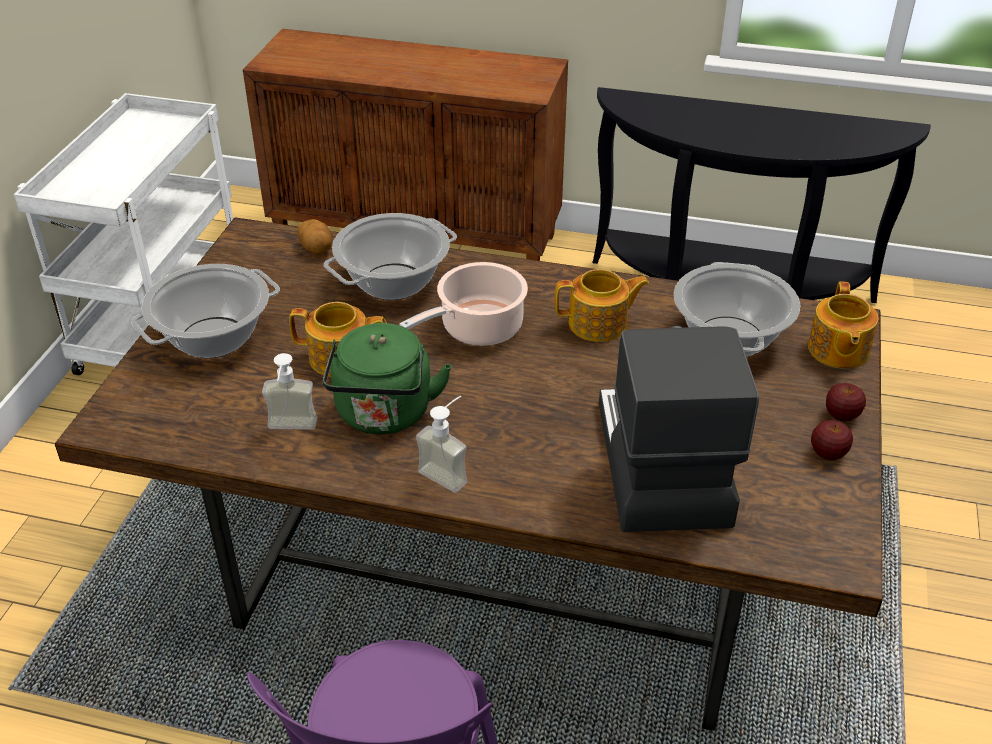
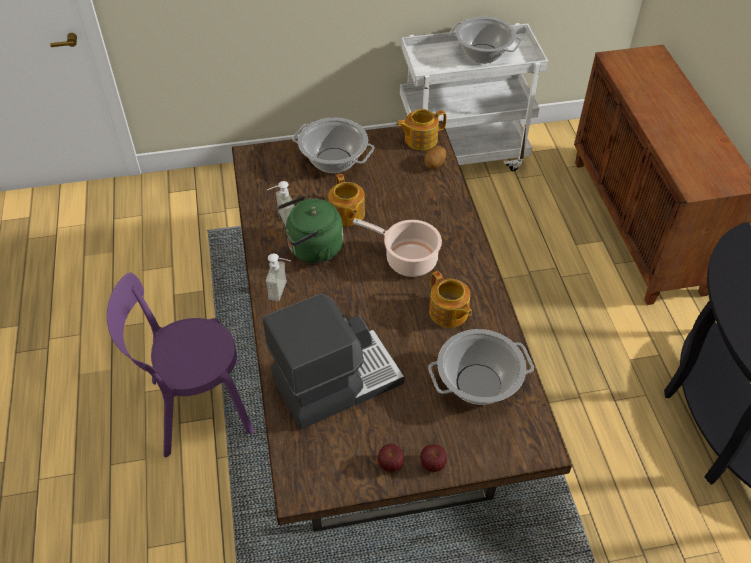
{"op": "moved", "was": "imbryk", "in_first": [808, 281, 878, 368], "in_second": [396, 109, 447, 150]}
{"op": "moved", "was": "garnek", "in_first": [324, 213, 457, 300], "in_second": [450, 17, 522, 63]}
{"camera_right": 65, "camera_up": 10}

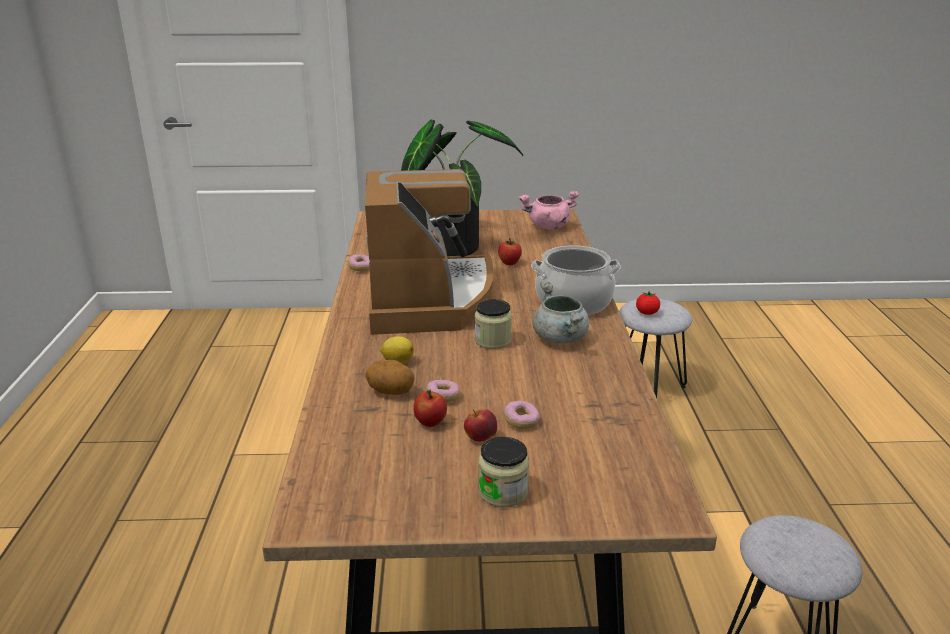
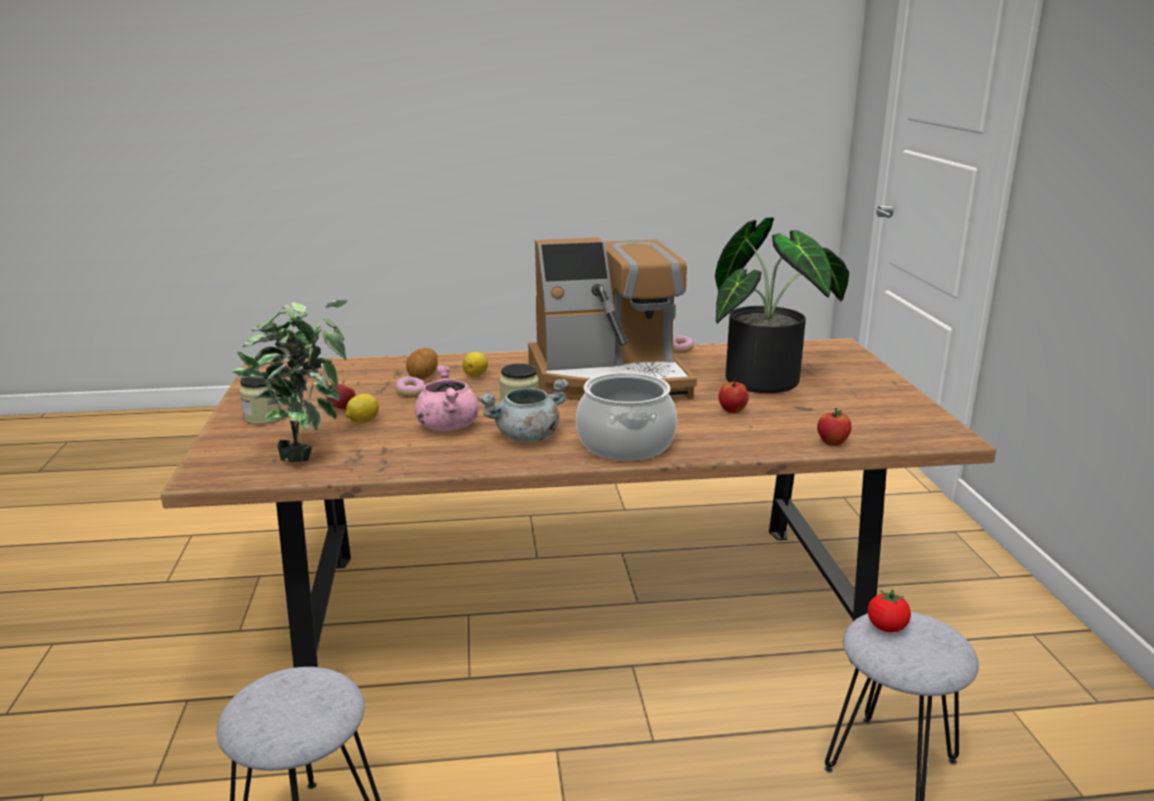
{"op": "added", "now": "roślina doniczkowa", "in_second": [230, 300, 348, 462]}
{"op": "replaced", "was": "donut", "now": "cytryna", "in_first": [504, 401, 540, 429], "in_second": [345, 394, 379, 423]}
{"op": "moved", "was": "garnek/różowy", "in_first": [519, 191, 579, 229], "in_second": [415, 365, 479, 431]}
{"op": "moved", "was": "jabłko", "in_first": [414, 390, 447, 427], "in_second": [817, 408, 851, 446]}
{"camera_right": 85, "camera_up": -5}

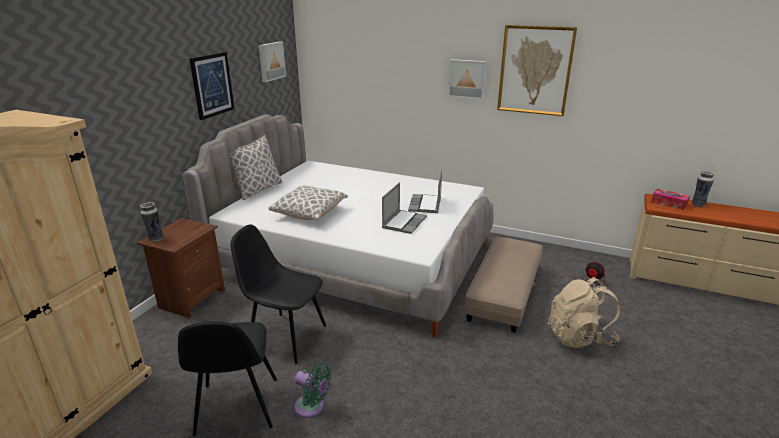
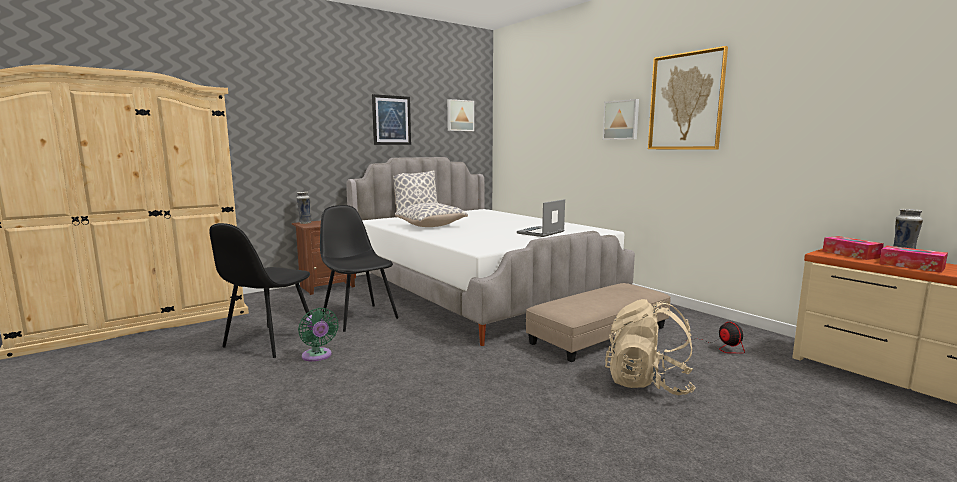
{"op": "added", "now": "pudełko chusteczek", "in_second": [879, 246, 948, 273]}
{"op": "removed", "was": "laptop", "in_first": [382, 182, 427, 234]}
{"camera_right": 30, "camera_up": -15}

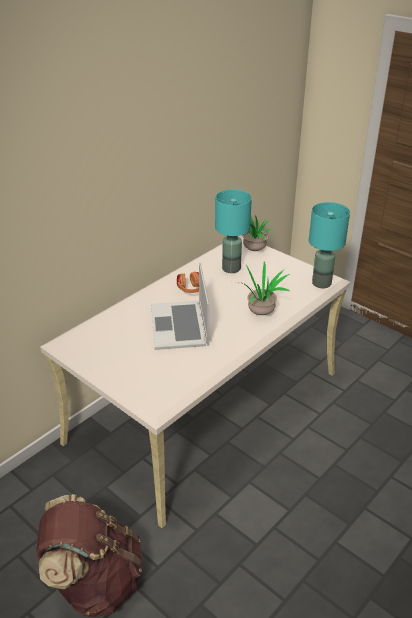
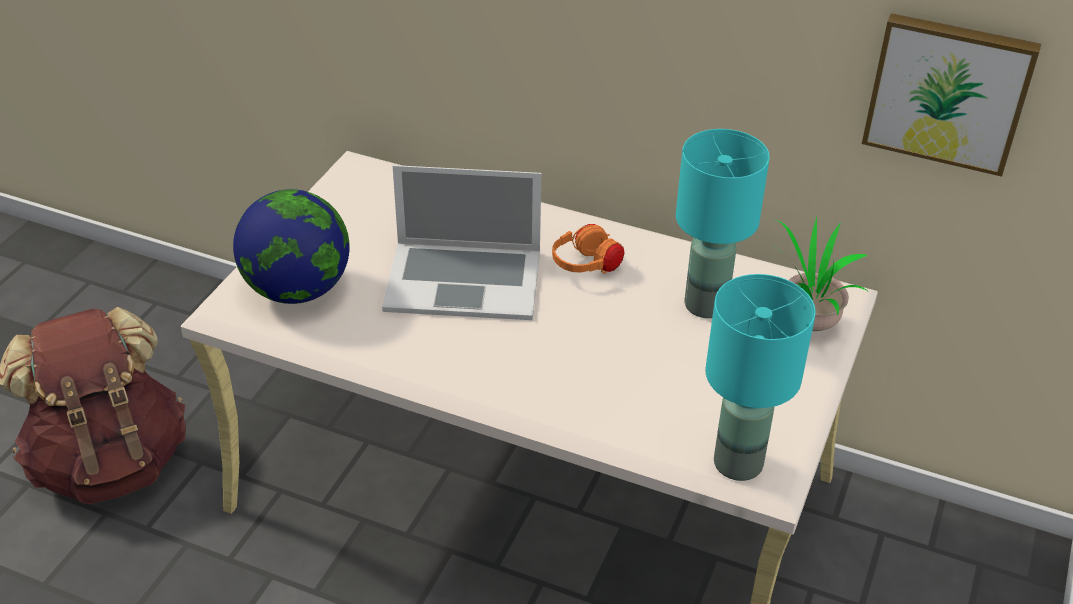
{"op": "added", "now": "globus", "in_second": [233, 189, 350, 304]}
{"op": "turned", "was": "laptop", "in_first": [151, 263, 209, 350], "in_second": [382, 165, 541, 320], "clockwise": -150}
{"op": "added", "now": "obraz", "in_second": [862, 13, 1041, 177]}
{"op": "removed", "was": "roślina doniczkowa", "in_first": [236, 261, 290, 315]}
{"camera_right": 70, "camera_up": 5}

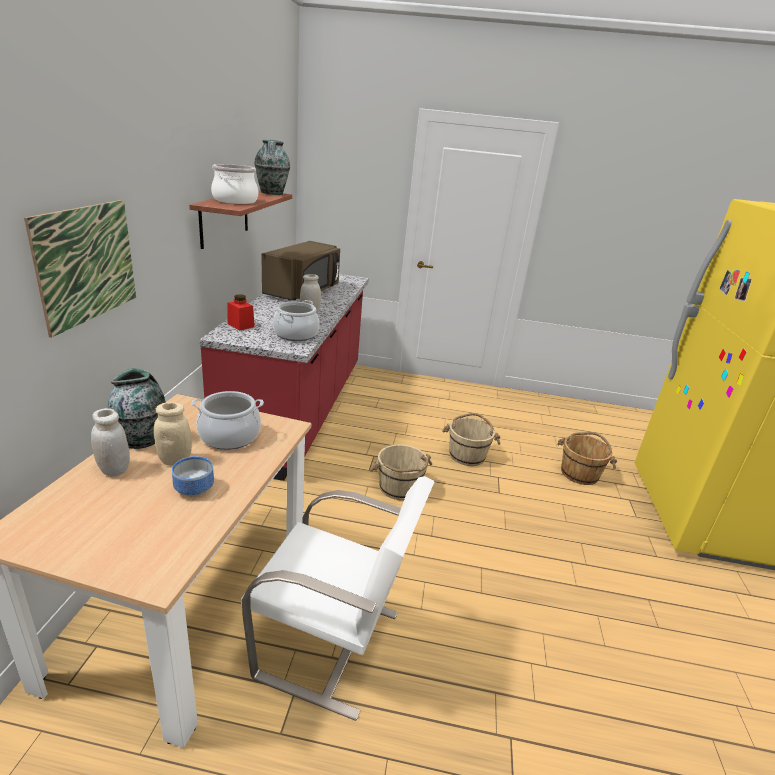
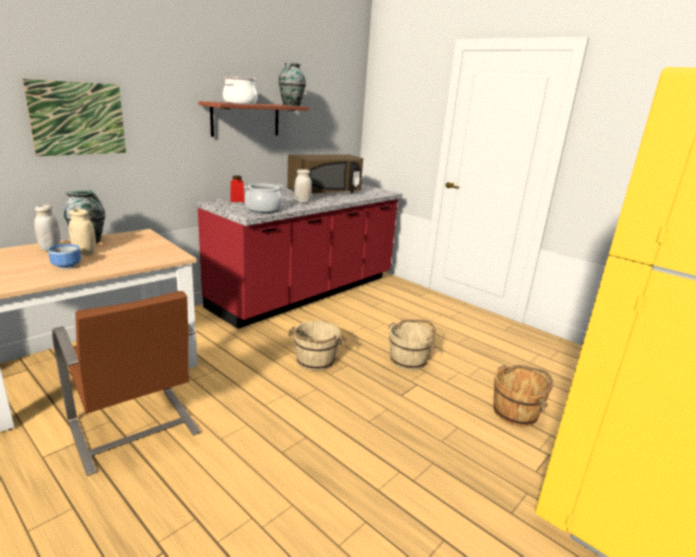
{"op": "recoloured", "was": "krzesło/biały", "now": "krzesło/brązowy", "in_first": [241, 476, 435, 721], "in_second": [52, 291, 201, 476]}
{"op": "removed", "was": "garnek", "in_first": [192, 391, 264, 450]}
{"camera_right": 35, "camera_up": -5}

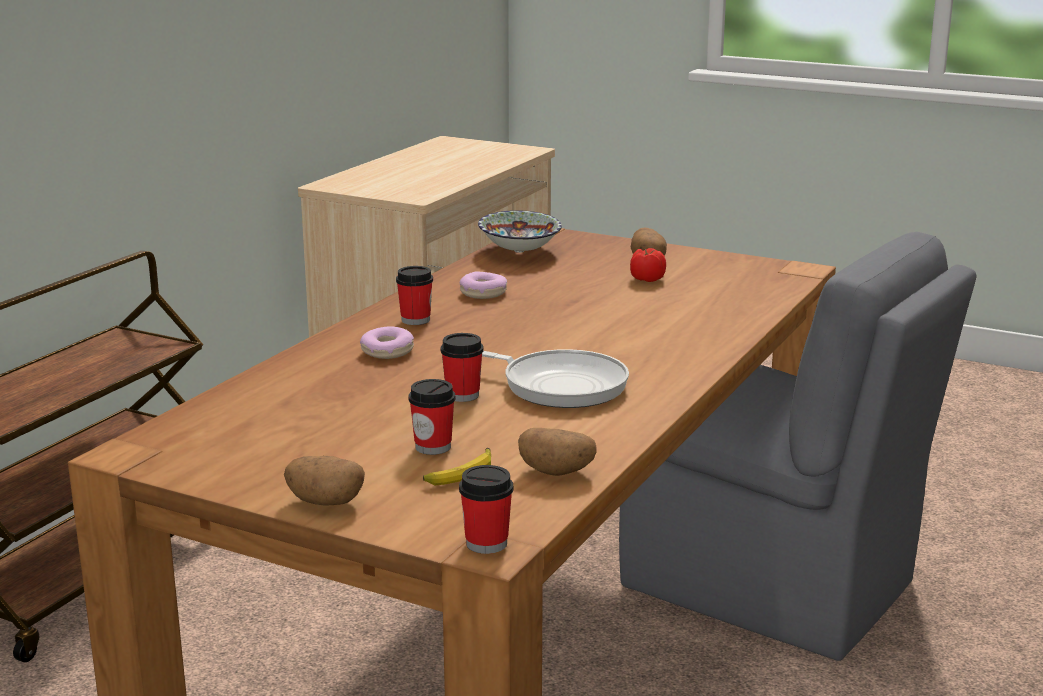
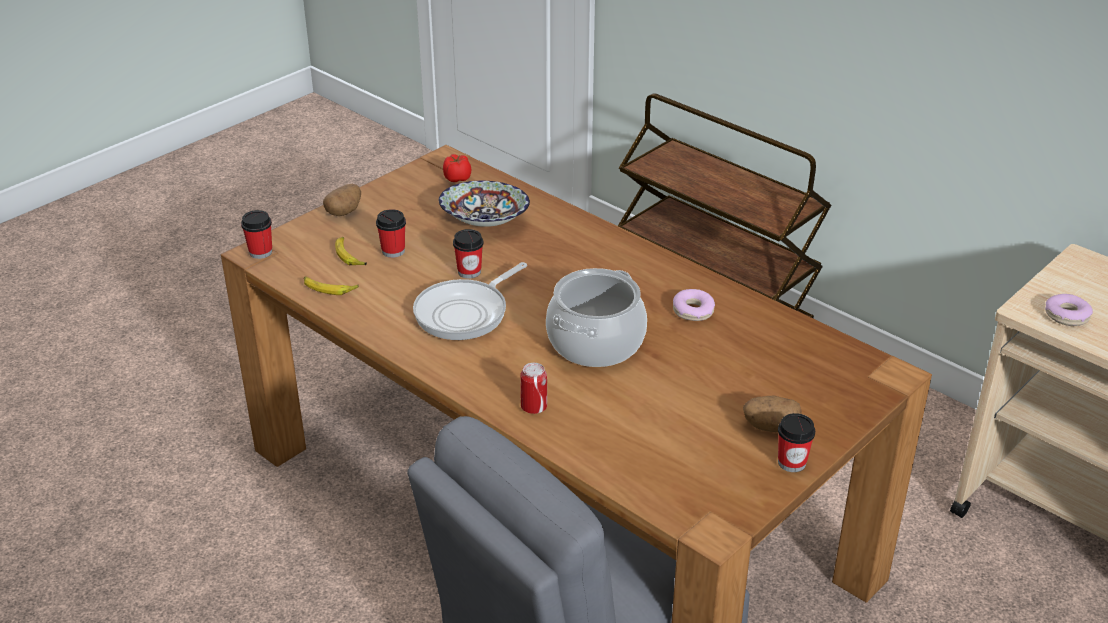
{"op": "replaced", "was": "ziemniak", "now": "banan", "in_first": [518, 428, 597, 476], "in_second": [304, 276, 359, 295]}
{"op": "moved", "was": "miska", "in_first": [478, 210, 562, 253], "in_second": [439, 181, 530, 227]}
{"op": "moved", "was": "pomidor", "in_first": [630, 248, 666, 282], "in_second": [443, 154, 471, 182]}
{"op": "added", "now": "puszka", "in_second": [520, 363, 547, 414]}
{"op": "added", "now": "garnek", "in_second": [546, 268, 647, 367]}
{"op": "moved", "was": "filiżanka", "in_first": [396, 266, 433, 325], "in_second": [778, 413, 815, 472]}
{"op": "moved", "was": "donut", "in_first": [360, 326, 414, 359], "in_second": [1045, 294, 1093, 326]}
{"camera_right": 105, "camera_up": 15}

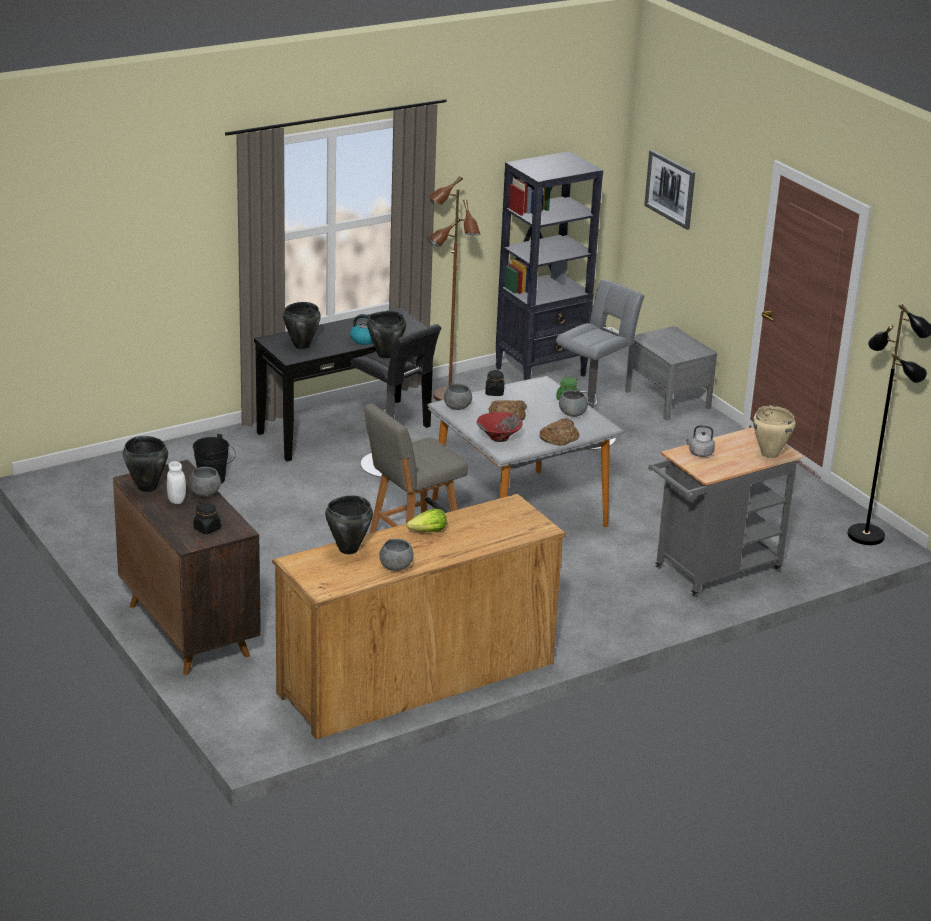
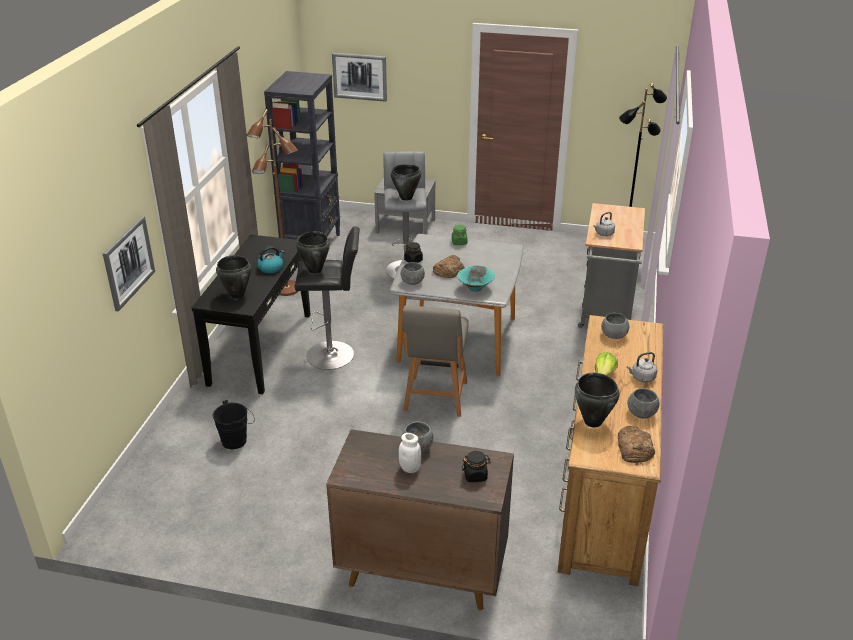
{"op": "added", "now": "obraz", "in_second": [103, 216, 155, 312]}
{"op": "moved", "was": "garnek/czarny", "in_first": [123, 436, 168, 492], "in_second": [391, 164, 421, 201]}
{"op": "recoloured", "was": "miska/czerwony", "now": "miska/turkusowy", "in_first": [477, 412, 523, 442], "in_second": [457, 266, 495, 292]}
{"op": "moved", "was": "miska/szary", "in_first": [559, 390, 588, 417], "in_second": [601, 313, 629, 339]}
{"op": "moved", "was": "chleb", "in_first": [540, 418, 579, 446], "in_second": [618, 426, 655, 463]}
{"op": "added", "now": "czajnik/szary", "in_second": [627, 352, 657, 382]}
{"op": "removed", "was": "garnek/beżowy", "in_first": [753, 405, 796, 458]}
{"camera_right": -45, "camera_up": 5}

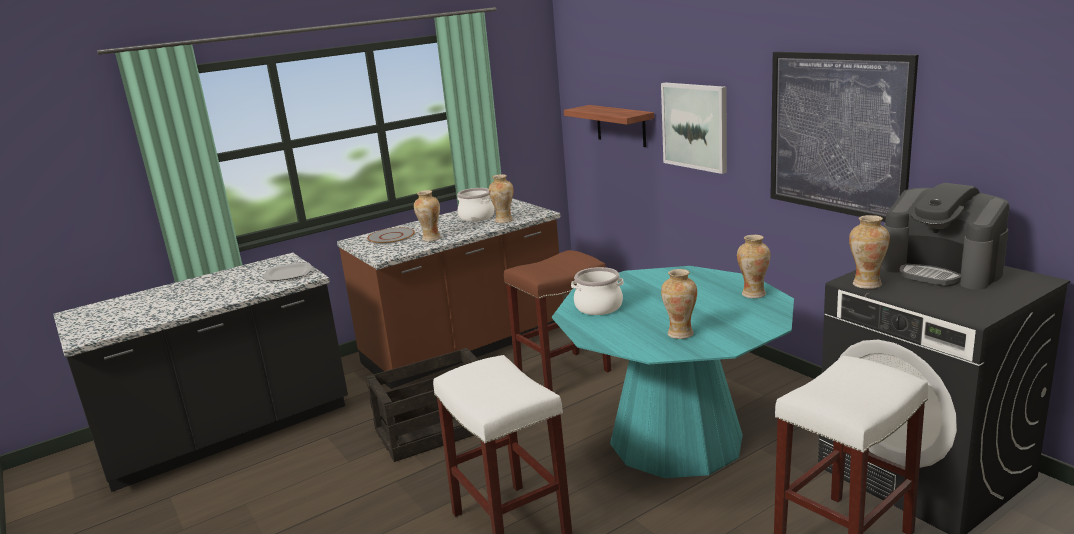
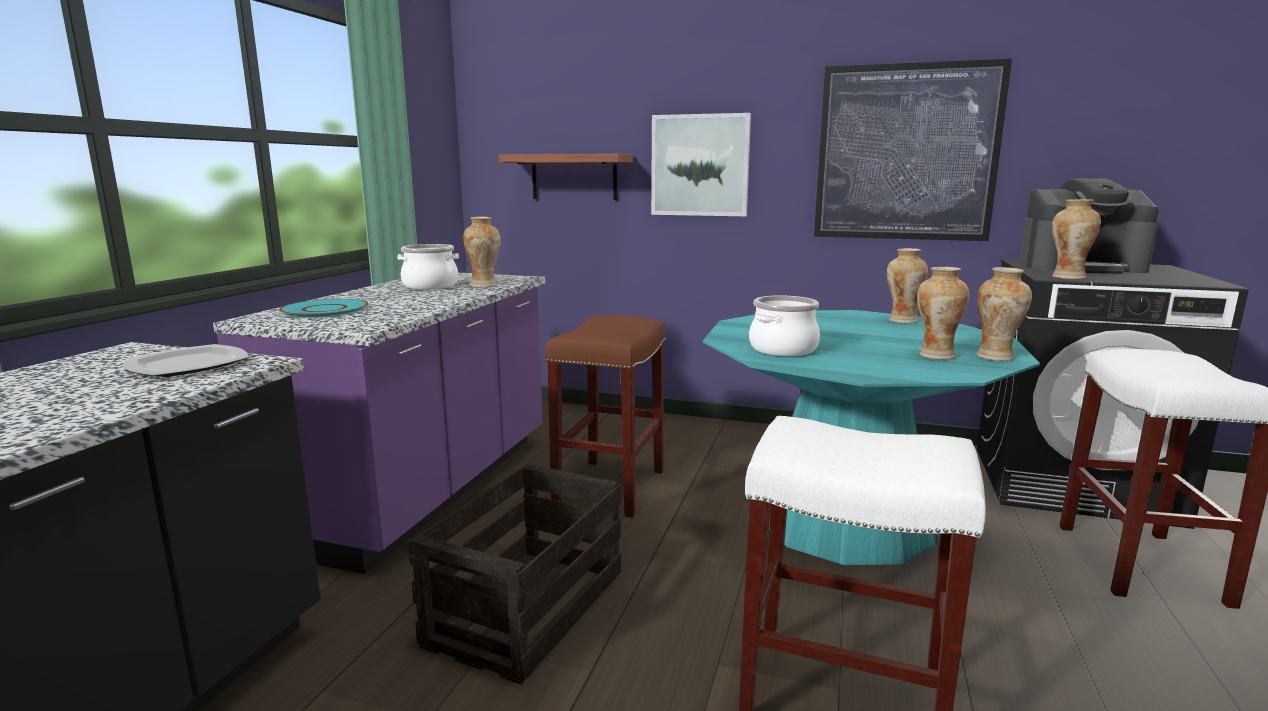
{"op": "recoloured", "was": "zabudowa kuchenna/brązowy", "now": "zabudowa kuchenna/fioletowy", "in_first": [337, 198, 563, 389], "in_second": [213, 273, 546, 574]}
{"op": "recoloured", "was": "talerz/szary", "now": "talerz/turkusowy", "in_first": [367, 228, 415, 244], "in_second": [279, 299, 368, 318]}
{"op": "moved", "was": "wazon", "in_first": [414, 190, 441, 241], "in_second": [976, 267, 1032, 361]}
{"camera_right": -40, "camera_up": -5}

